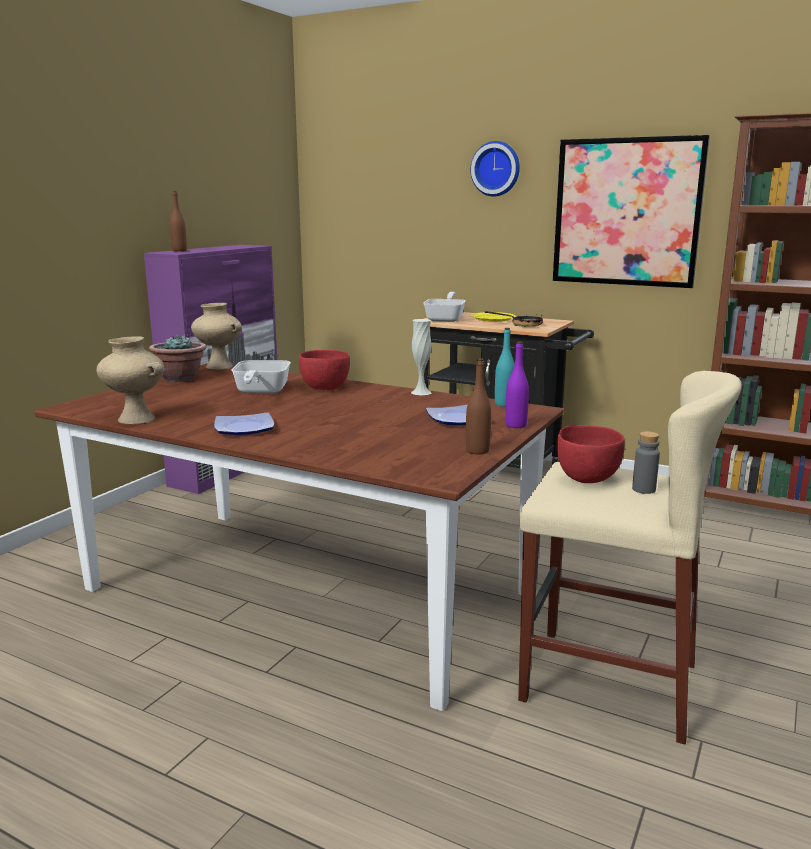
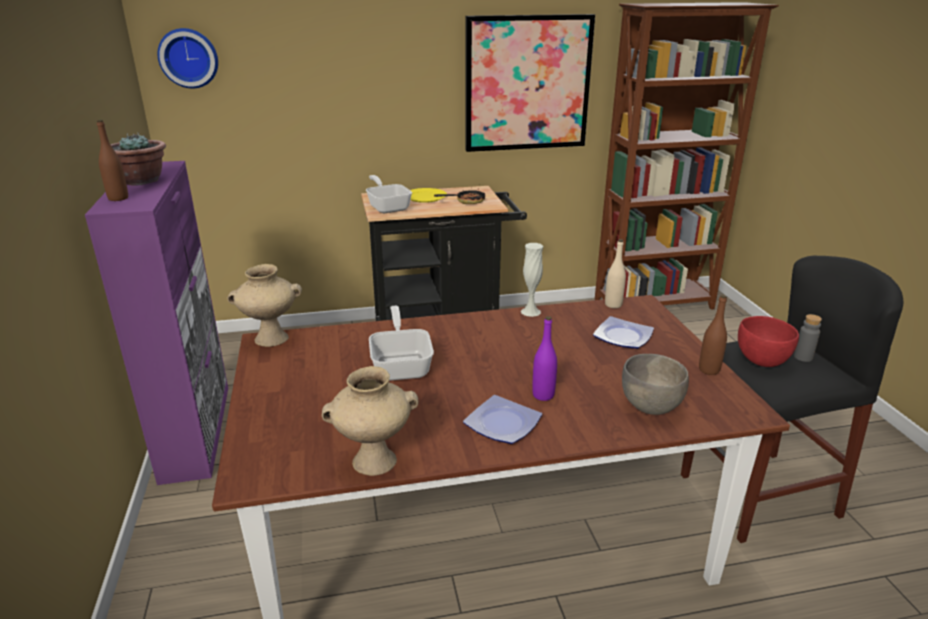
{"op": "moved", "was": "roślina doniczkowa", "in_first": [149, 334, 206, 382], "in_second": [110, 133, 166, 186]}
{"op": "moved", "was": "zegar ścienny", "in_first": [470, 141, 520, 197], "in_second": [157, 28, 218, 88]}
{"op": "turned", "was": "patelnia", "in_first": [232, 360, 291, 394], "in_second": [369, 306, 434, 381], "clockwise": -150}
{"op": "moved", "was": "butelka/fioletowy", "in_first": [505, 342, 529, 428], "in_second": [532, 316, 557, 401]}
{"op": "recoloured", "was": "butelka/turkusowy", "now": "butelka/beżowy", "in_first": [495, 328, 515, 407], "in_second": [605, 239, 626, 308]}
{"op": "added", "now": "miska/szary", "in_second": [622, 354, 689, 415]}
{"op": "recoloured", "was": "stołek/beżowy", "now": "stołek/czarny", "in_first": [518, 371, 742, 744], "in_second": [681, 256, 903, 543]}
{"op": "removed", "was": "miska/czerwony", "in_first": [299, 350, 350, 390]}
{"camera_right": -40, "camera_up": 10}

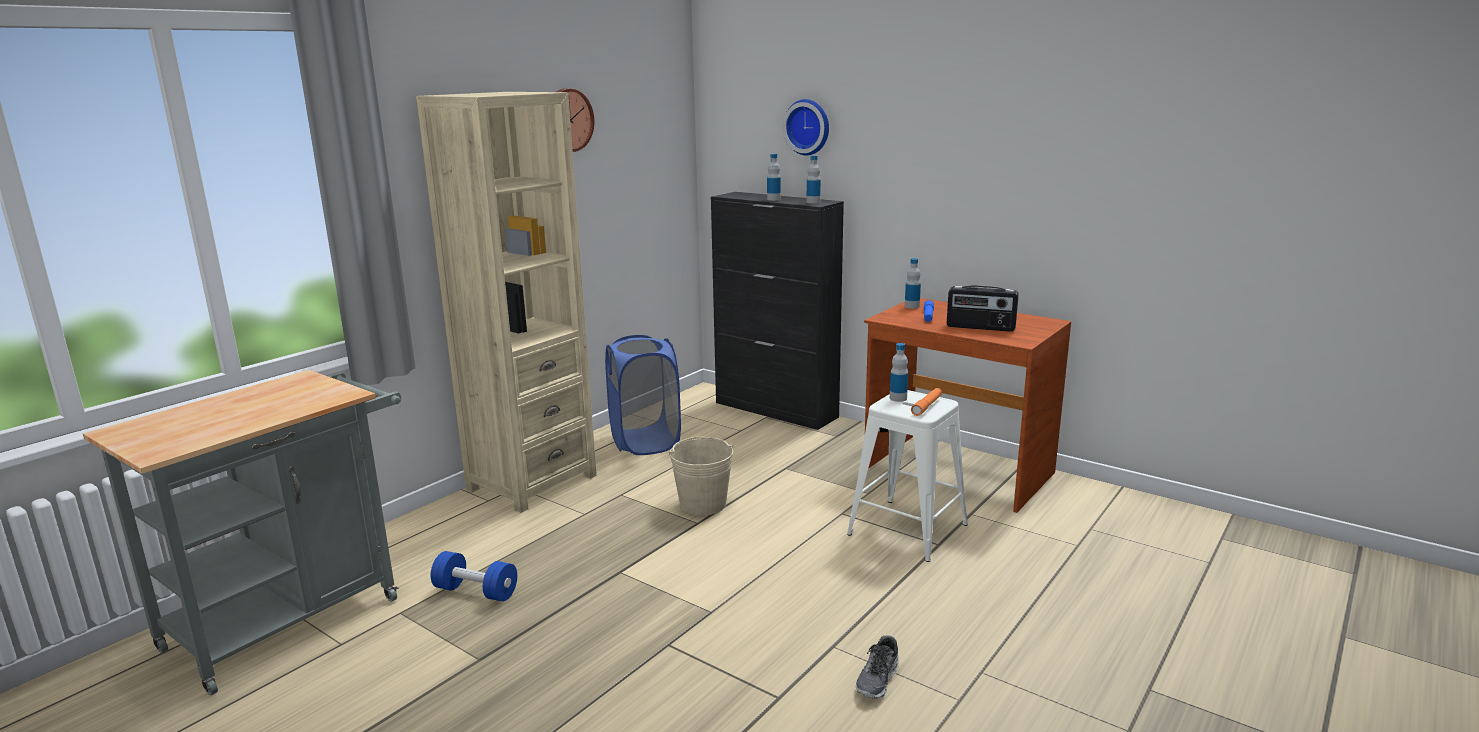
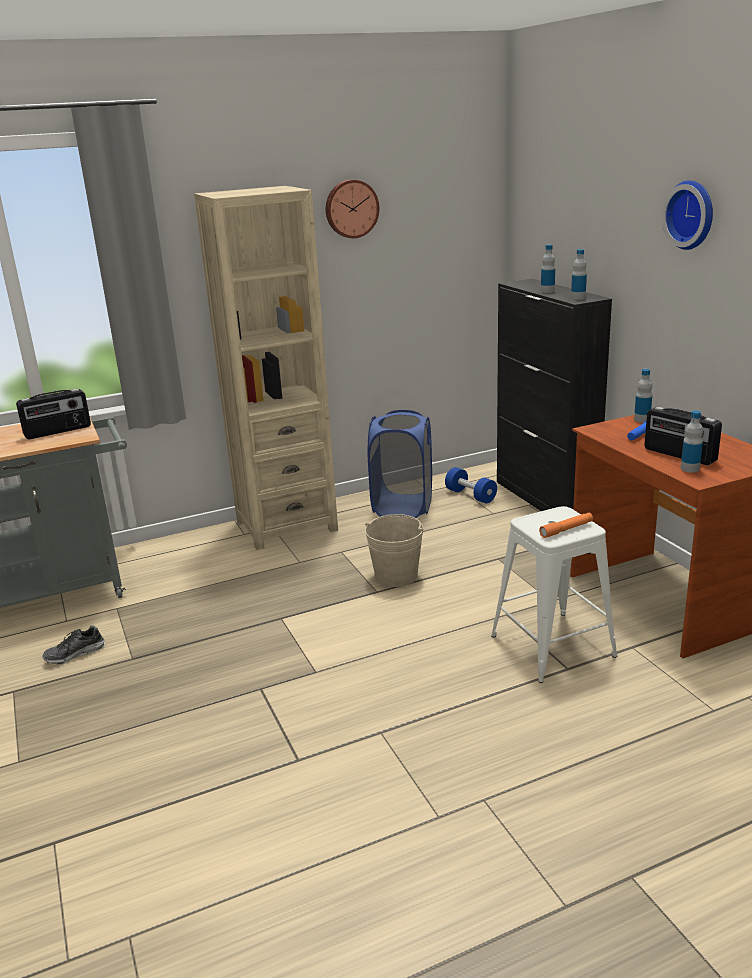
{"op": "added", "now": "radio", "in_second": [16, 389, 91, 439]}
{"op": "moved", "was": "but", "in_first": [856, 635, 899, 699], "in_second": [42, 625, 105, 665]}
{"op": "moved", "was": "hantel/niebieski", "in_first": [431, 551, 517, 602], "in_second": [445, 467, 497, 503]}
{"op": "moved", "was": "zegar ścienny", "in_first": [783, 99, 829, 155], "in_second": [662, 180, 713, 250]}
{"op": "moved", "was": "butelka", "in_first": [890, 343, 908, 402], "in_second": [681, 411, 703, 473]}
{"camera_right": 30, "camera_up": 5}

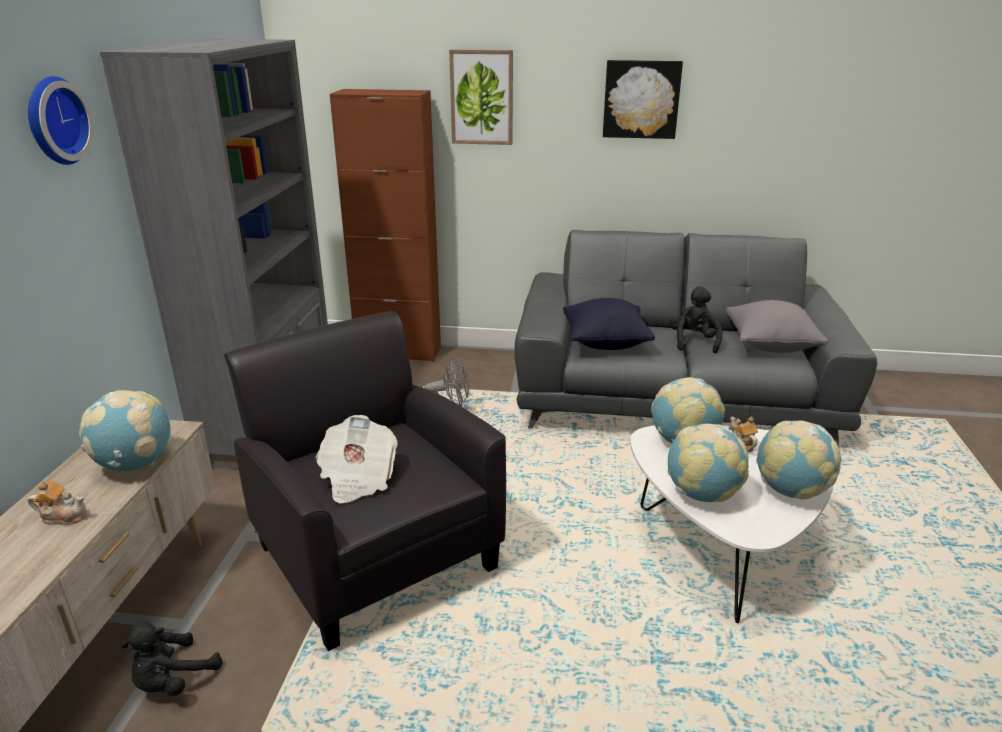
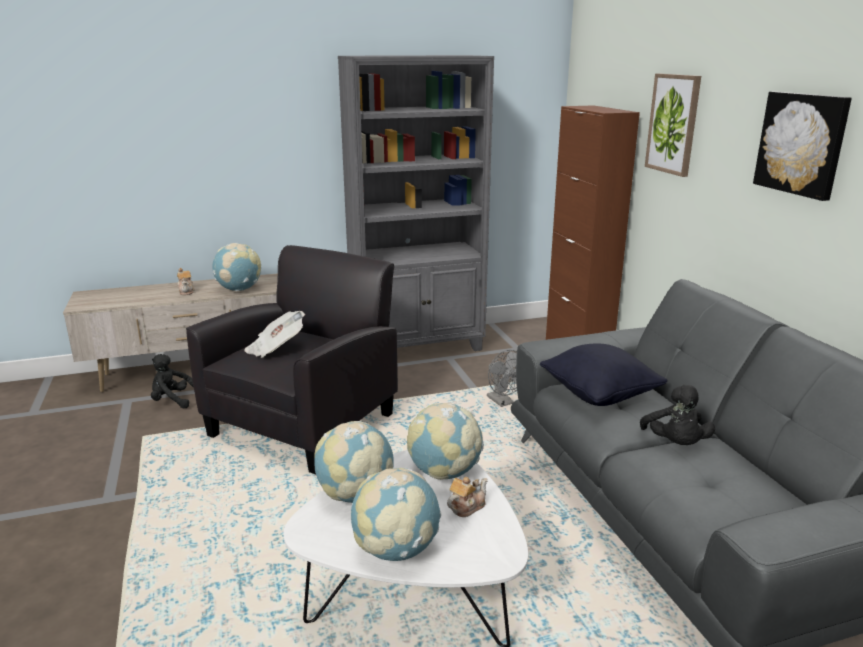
{"op": "turned", "was": "pluszak/czarny", "in_first": [670, 286, 723, 353], "in_second": [640, 385, 715, 445], "clockwise": 105}
{"op": "removed", "was": "zegar ścienny", "in_first": [28, 76, 94, 165]}
{"op": "removed", "was": "poduszka/szary", "in_first": [726, 300, 828, 353]}
{"camera_right": 65, "camera_up": -5}

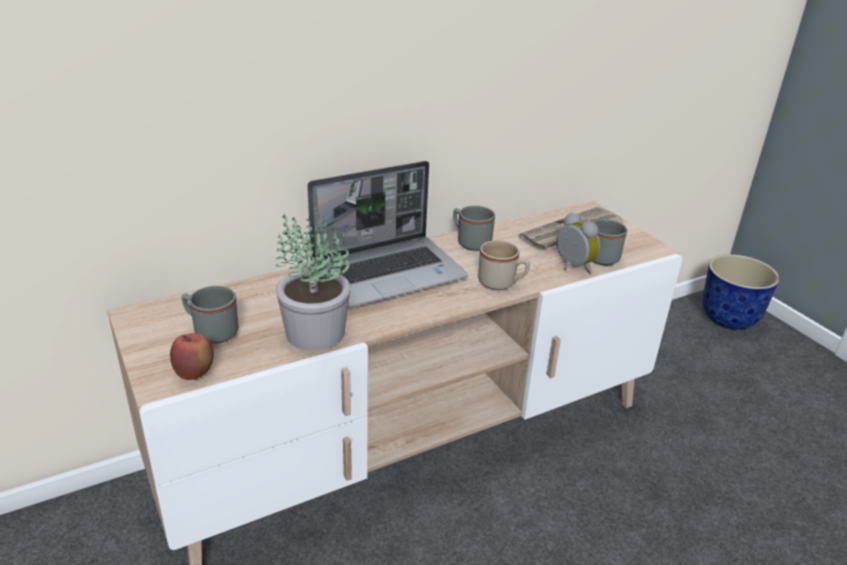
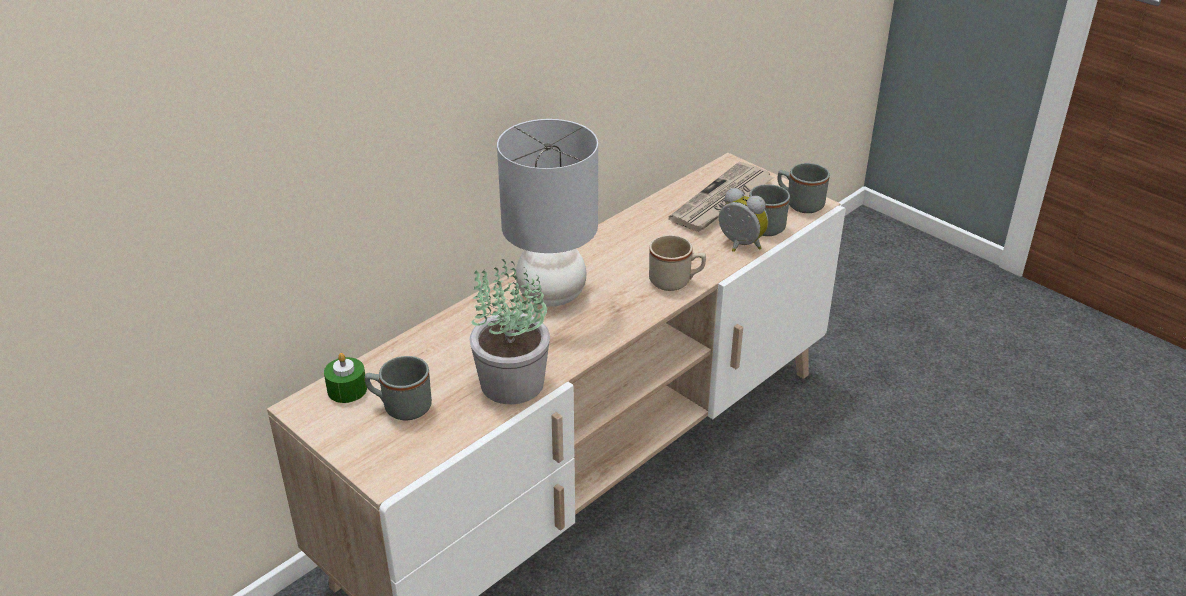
{"op": "added", "now": "świeca/zielony", "in_second": [324, 353, 367, 403]}
{"op": "replaced", "was": "laptop", "now": "lampa stołowa/szary", "in_first": [307, 161, 468, 308], "in_second": [497, 119, 598, 307]}
{"op": "moved", "was": "kubek/szary", "in_first": [453, 206, 495, 251], "in_second": [777, 163, 830, 213]}
{"op": "removed", "was": "jabłko", "in_first": [170, 333, 214, 380]}
{"op": "removed", "was": "donica", "in_first": [702, 254, 780, 330]}
{"camera_right": -15, "camera_up": 5}

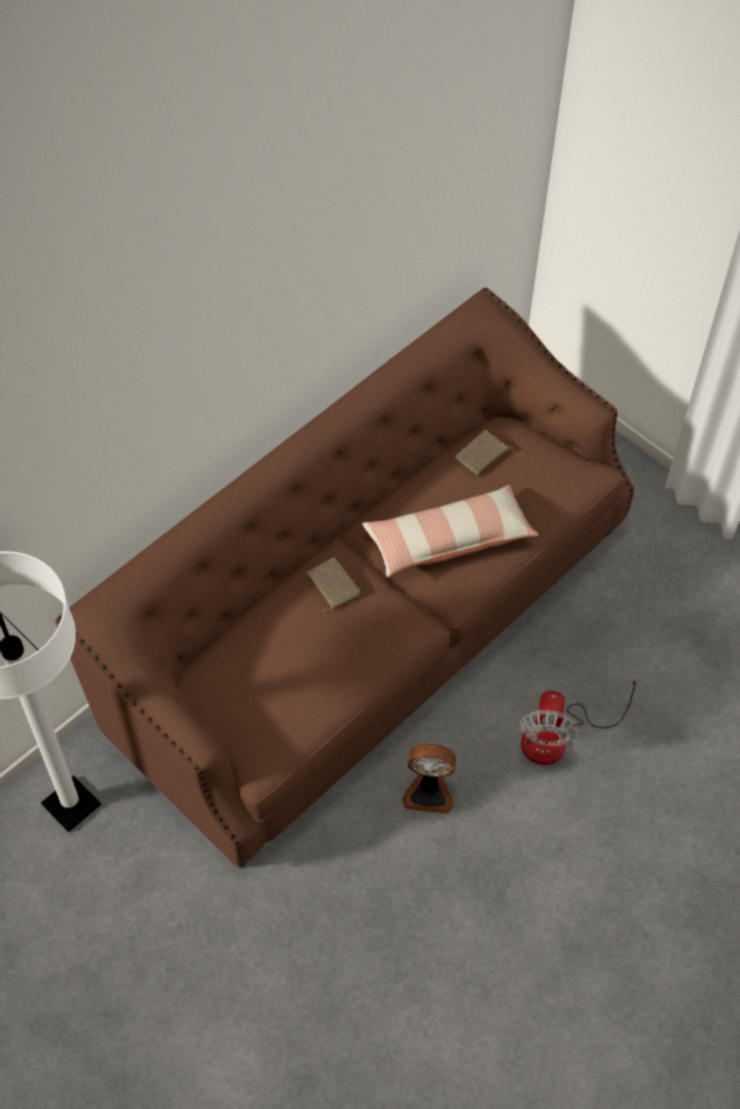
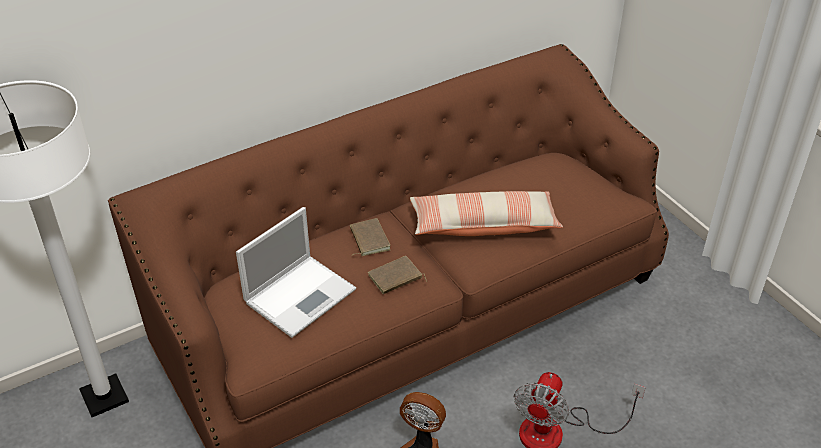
{"op": "added", "now": "laptop", "in_second": [236, 207, 356, 338]}
{"op": "moved", "was": "książka/brązowy", "in_first": [455, 430, 516, 476], "in_second": [368, 256, 427, 294]}
{"camera_right": 15, "camera_up": -15}

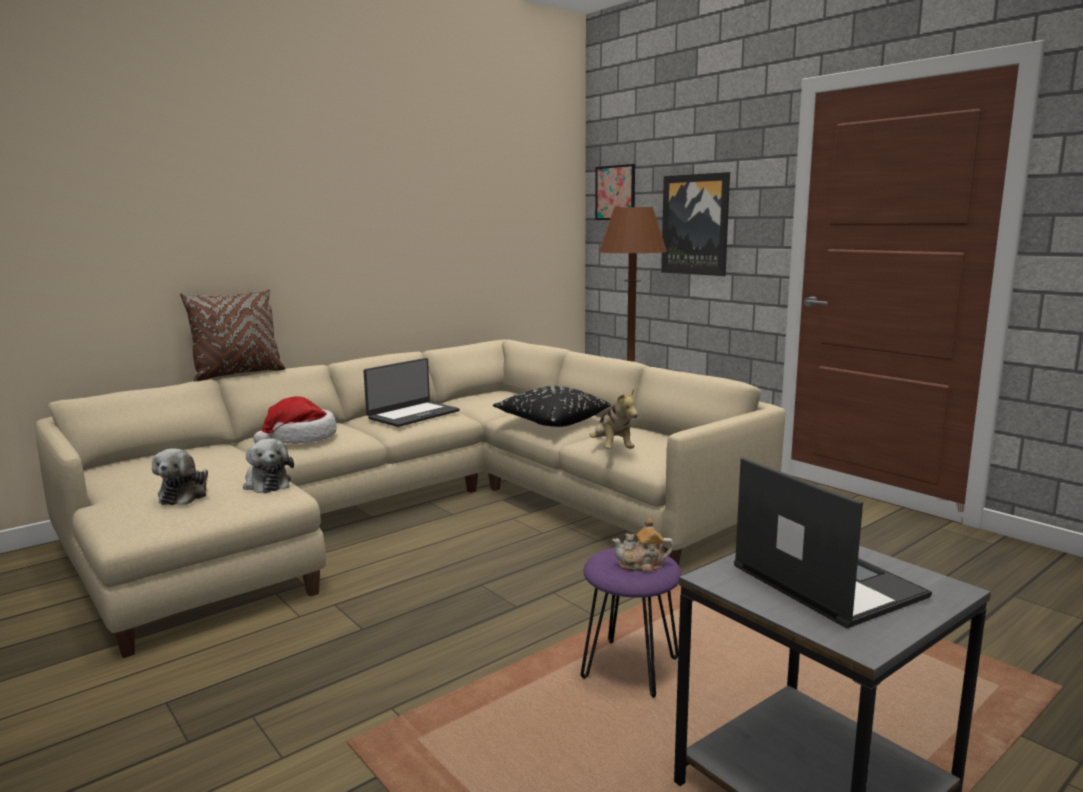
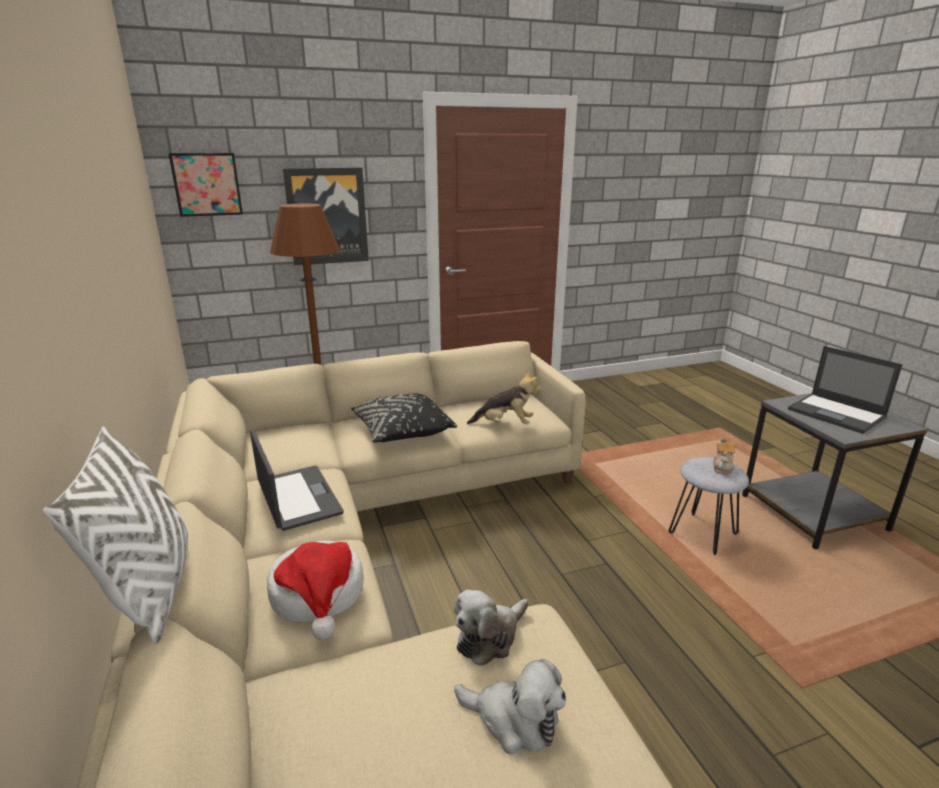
{"op": "recoloured", "was": "poduszka/brązowy", "now": "poduszka/biały", "in_first": [180, 289, 285, 381], "in_second": [43, 426, 188, 644]}
{"op": "turned", "was": "pluszak", "in_first": [243, 439, 294, 493], "in_second": [454, 590, 528, 666], "clockwise": 150}
{"op": "recoloured", "was": "stołek/fioletowy", "now": "stołek/szary", "in_first": [581, 548, 682, 698], "in_second": [669, 457, 749, 555]}
{"op": "turned", "was": "laptop", "in_first": [734, 457, 932, 628], "in_second": [788, 346, 903, 434], "clockwise": -120}
{"camera_right": -70, "camera_up": 10}

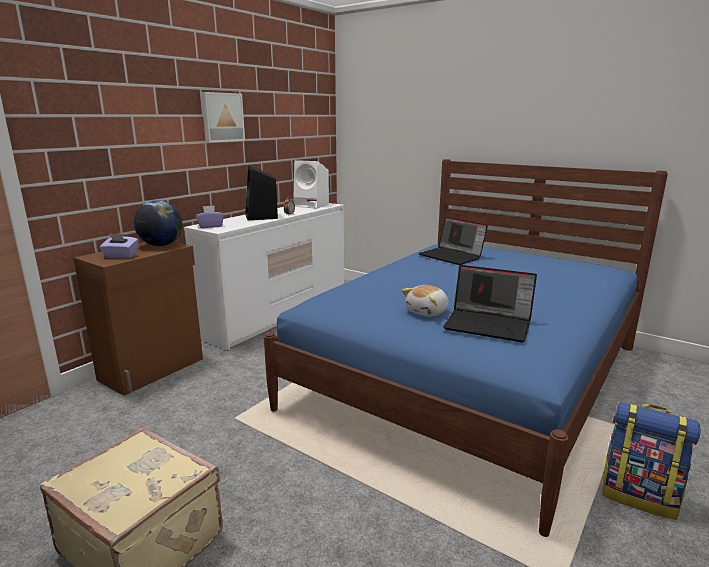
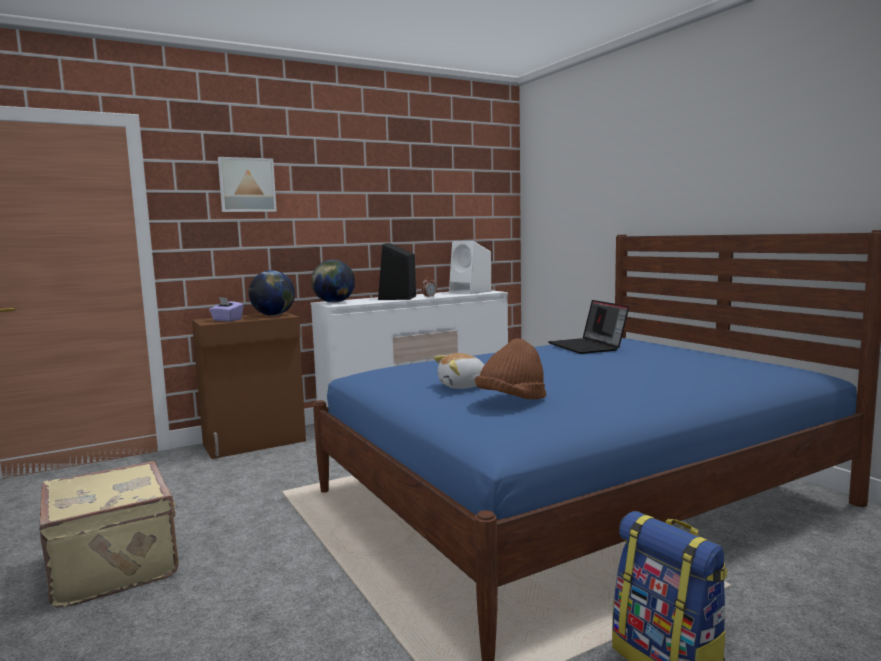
{"op": "moved", "was": "obraz", "in_first": [201, 92, 245, 143], "in_second": [218, 157, 277, 212]}
{"op": "replaced", "was": "pudełko chusteczek/fioletowy", "now": "globus", "in_first": [196, 205, 224, 228], "in_second": [311, 260, 355, 303]}
{"op": "replaced", "was": "laptop", "now": "kapelusz/brązowy", "in_first": [443, 265, 537, 342], "in_second": [475, 338, 546, 400]}
{"camera_right": 25, "camera_up": -10}

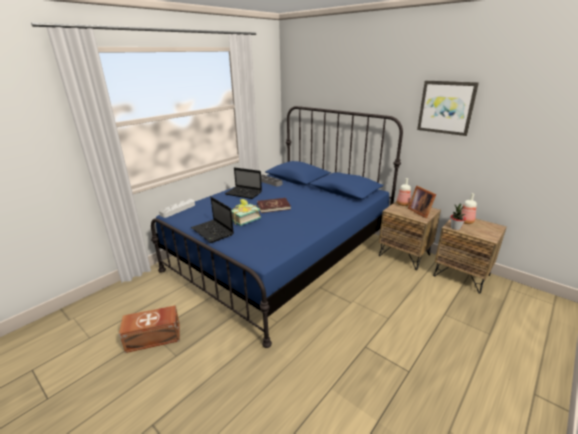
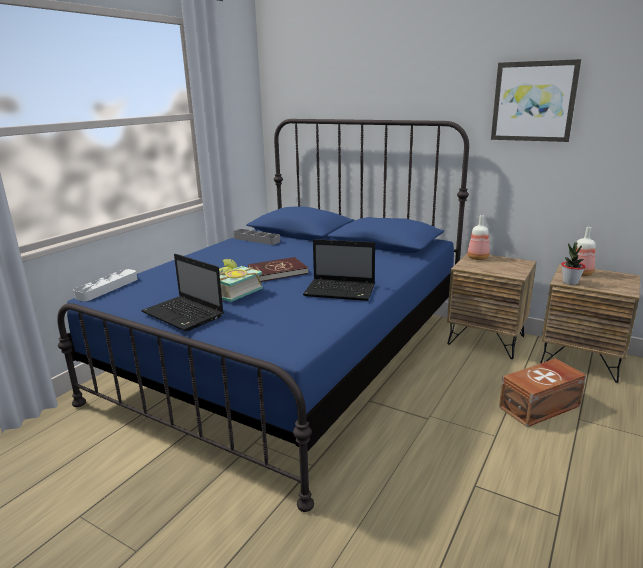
{"op": "moved", "was": "laptop", "in_first": [225, 167, 262, 199], "in_second": [303, 239, 375, 301]}
{"op": "moved", "was": "pojemnik do przechowywania/brązowy", "in_first": [119, 305, 180, 353], "in_second": [499, 358, 586, 427]}
{"op": "removed", "was": "ramka na zdjęcie", "in_first": [408, 186, 436, 218]}
{"camera_right": -10, "camera_up": -5}

